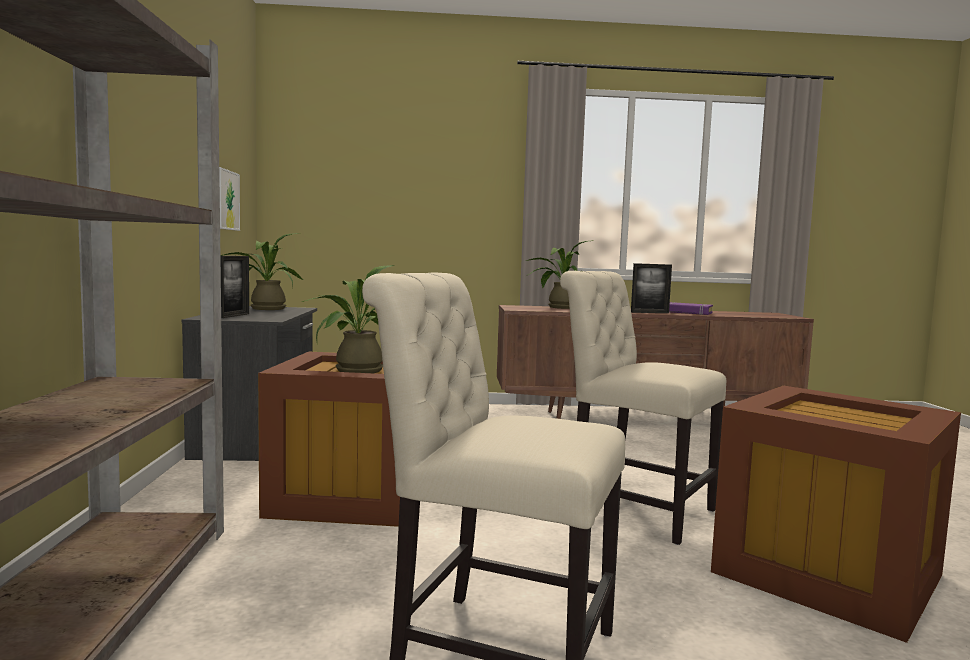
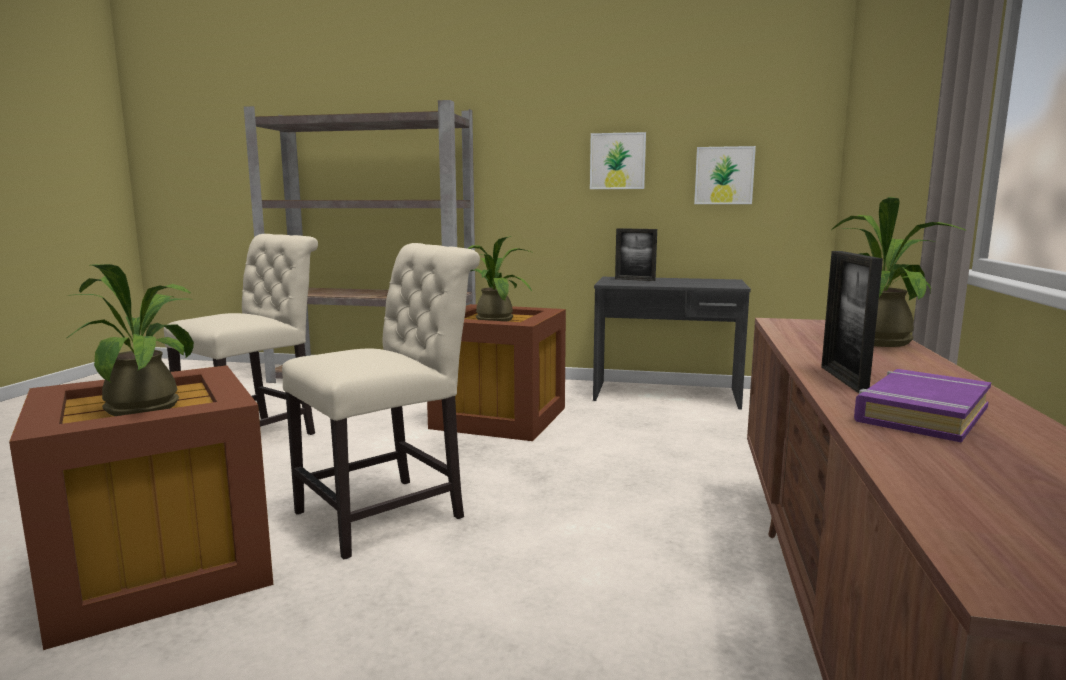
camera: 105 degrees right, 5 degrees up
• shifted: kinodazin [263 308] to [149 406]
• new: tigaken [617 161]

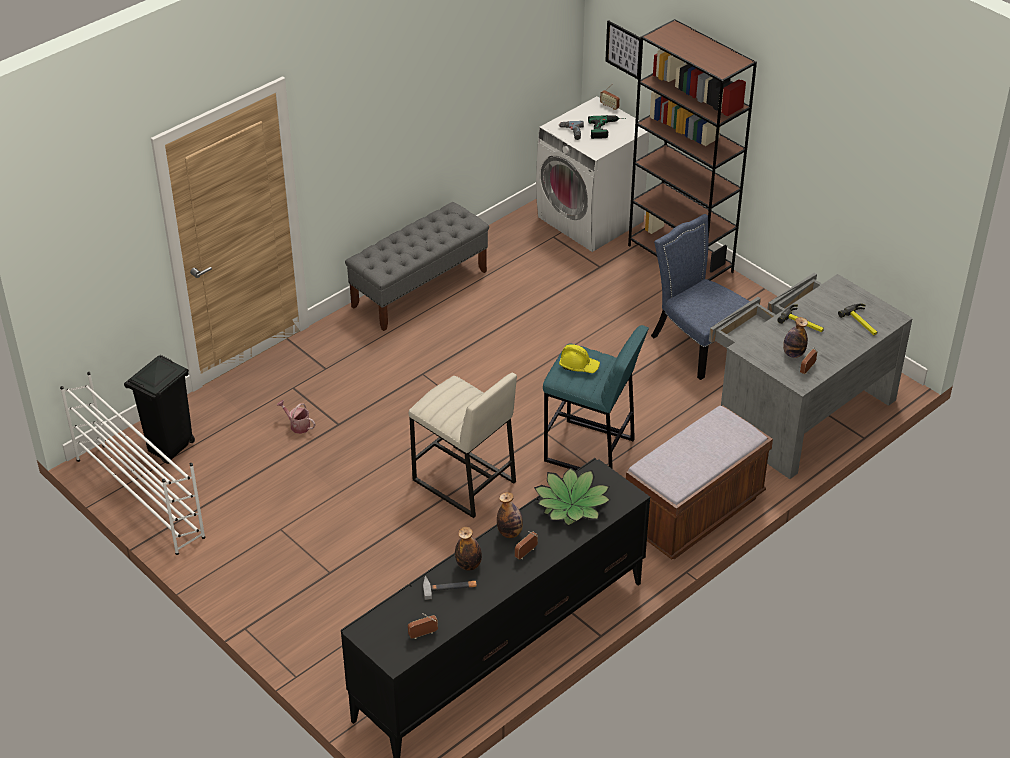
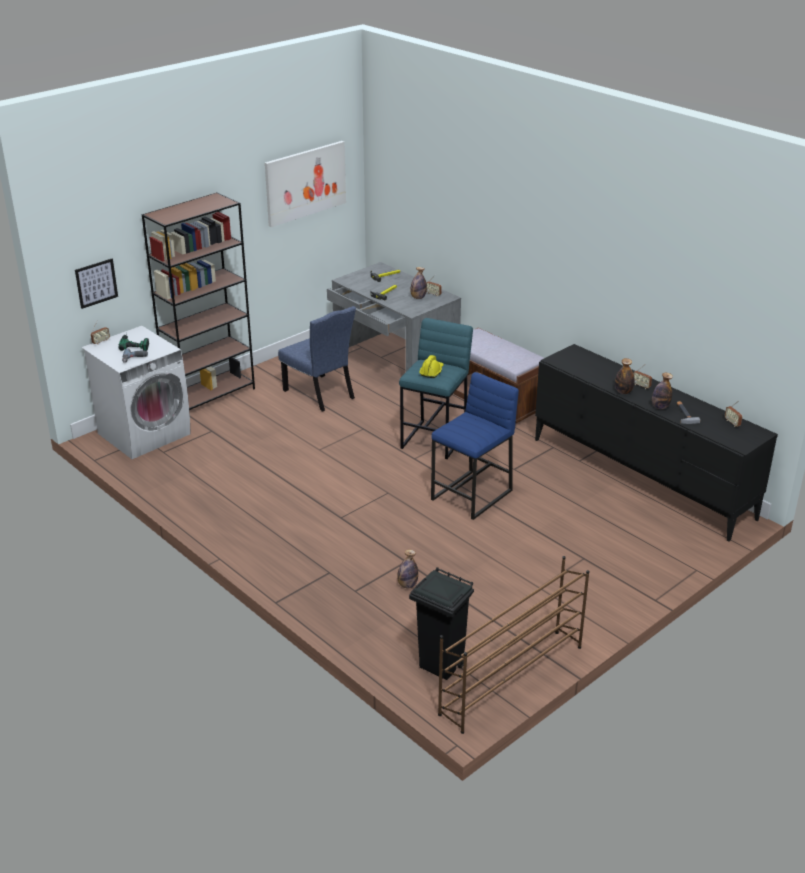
camera: 90 degrees left, 10 degrees down
• new: tigaken [305 183]
• rotated: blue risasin [698 347] = [319 393] 90 degrees counterclockwise
• swapped: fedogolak [297 425] to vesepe [407 585]
• repainted: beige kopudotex [464 481] to blue kopudotex [472 495]
• repainted: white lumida [139 497] to brown lumida [511 680]
• gone: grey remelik [420 288]
• gone: kinodazin [572 505]

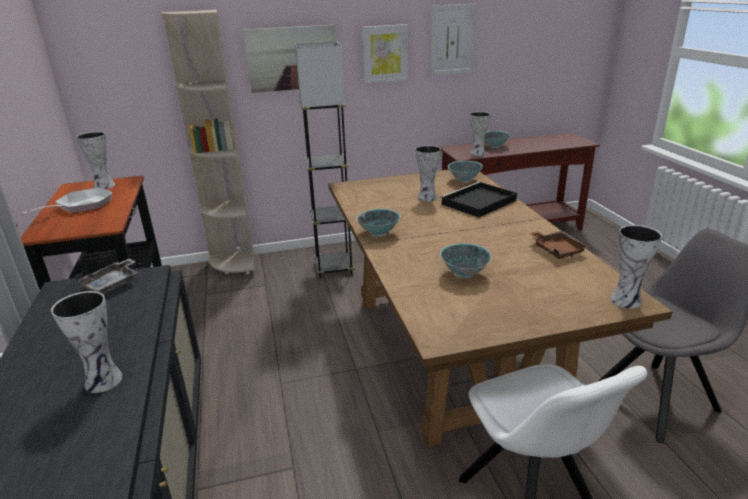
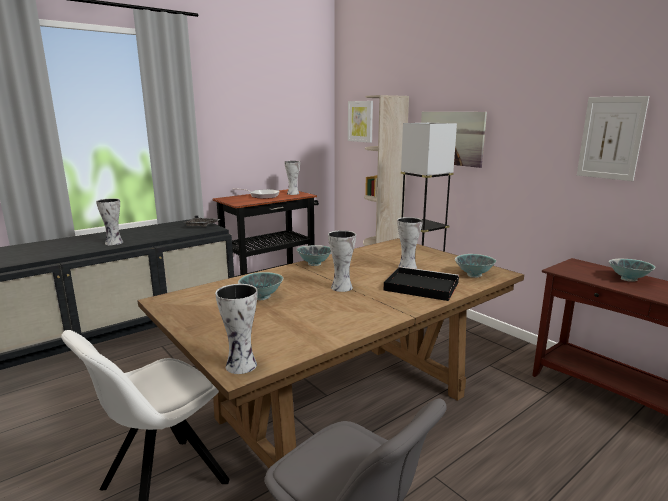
camera: 65 degrees right, 10 degrees down
• shifted: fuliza [477 154] to [340 287]
• shifted: tigaken [384 53] to [360 121]
• gone: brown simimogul [557 250]

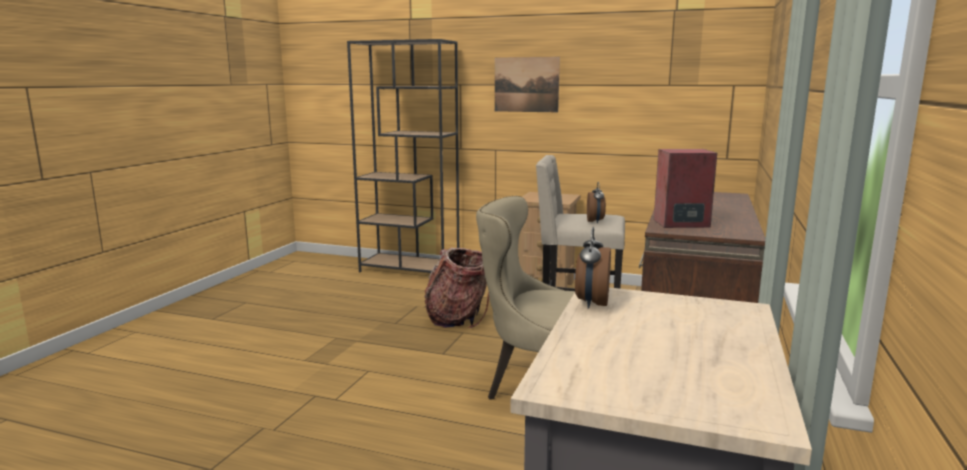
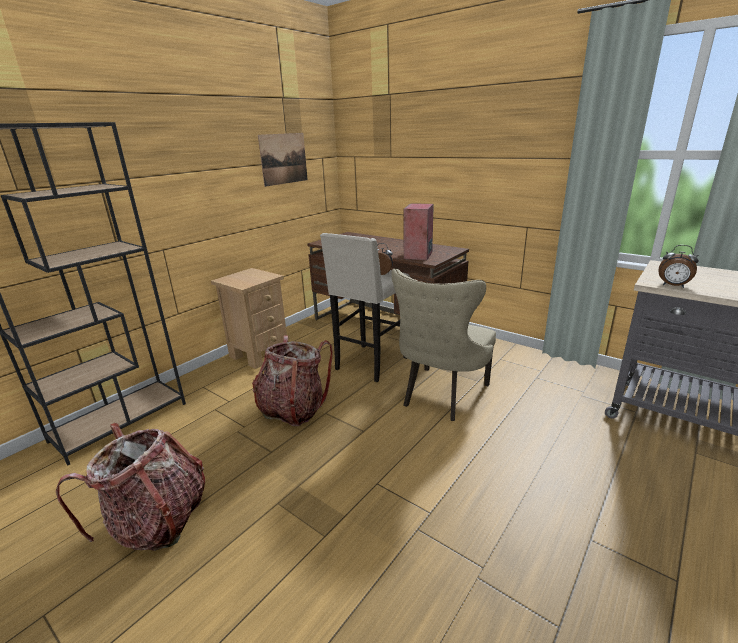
camera: 70 degrees left, 10 degrees up
• new: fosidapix [157 521]
• shifted: tigaken [526 84] to [283 159]

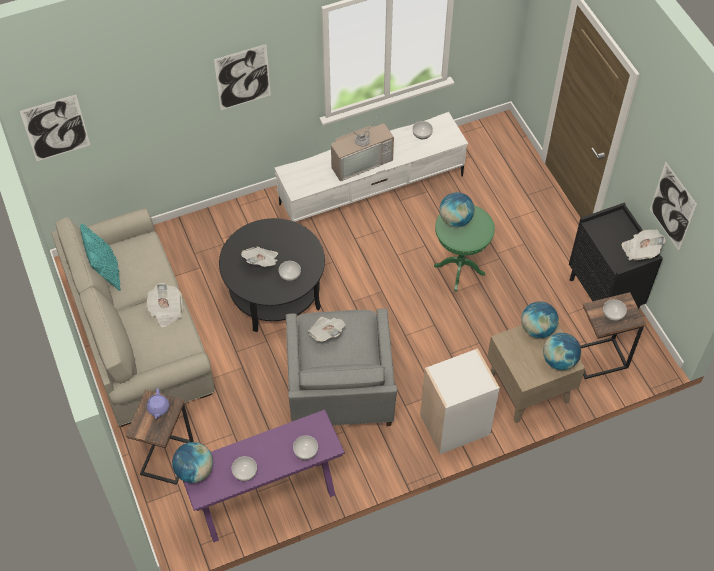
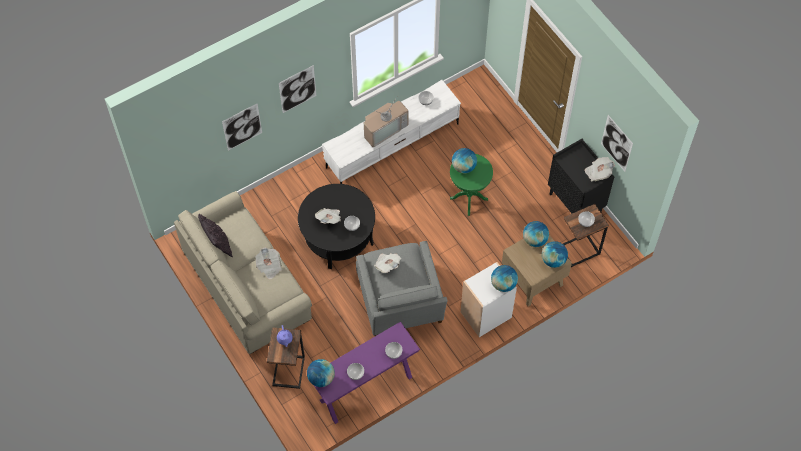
camera: 10 degrees left, 5 degrees up
• repainted: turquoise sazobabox [106 271] to black sazobabox [218 244]
• shifted: tigaken [56 128] to [242 127]
• new: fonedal [503 284]

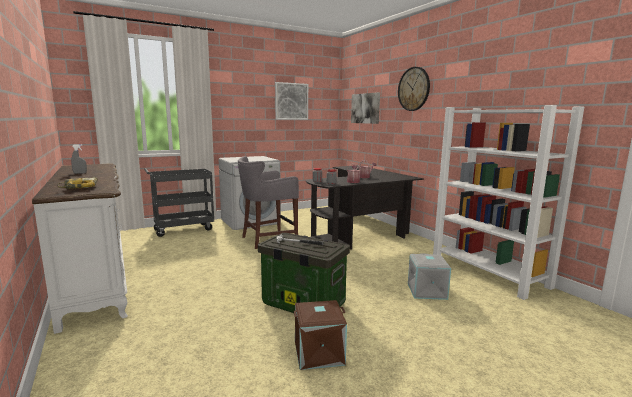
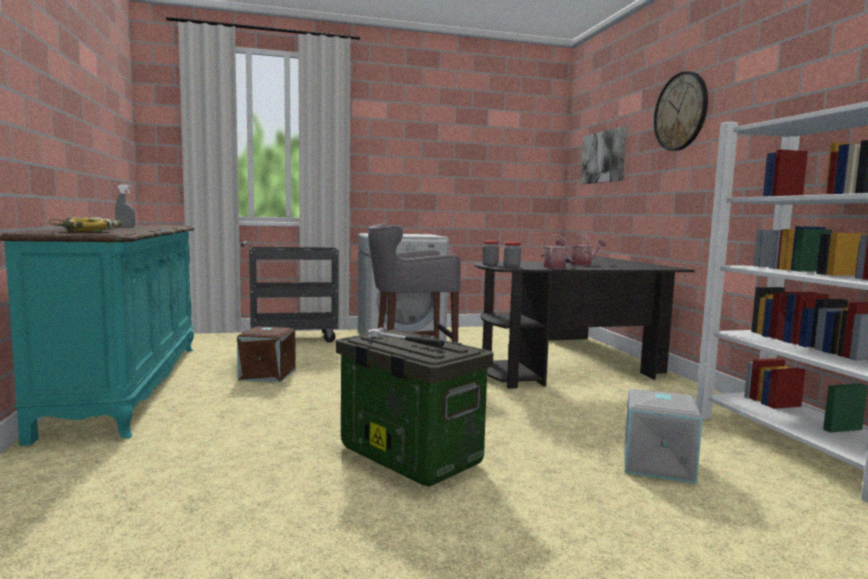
camera: 15 degrees right, 5 degrees down
• repainted: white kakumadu [97 278] to turquoise kakumadu [132 385]
• shifted: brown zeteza [318 354] to [266 375]
• gone: tigaken [291 101]

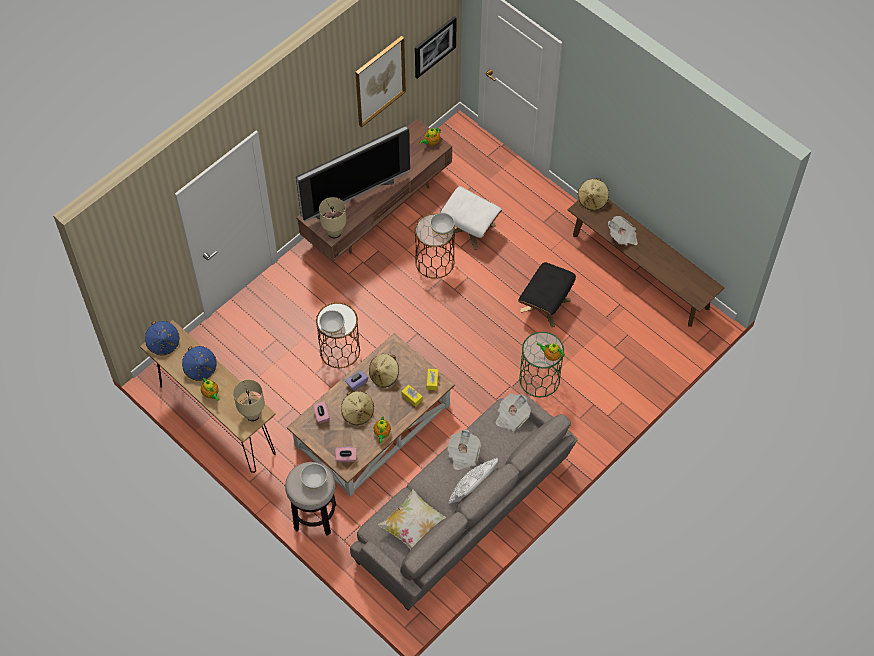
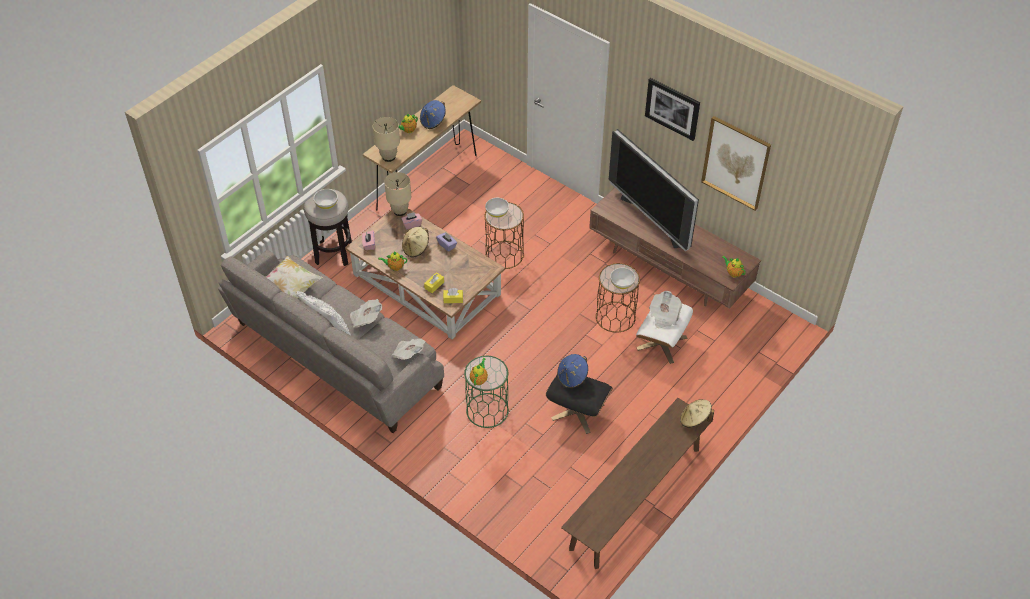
camera: 85 degrees right, 10 degrees down
• shifted: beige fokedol [334 233] to [400 211]
• shifted: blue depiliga [163 343] to [572 377]
• shifted: tigaken [434 46] to [672 108]
• shifted: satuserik [622 236] to [664 316]
• gone: beige depiliga [384 375]

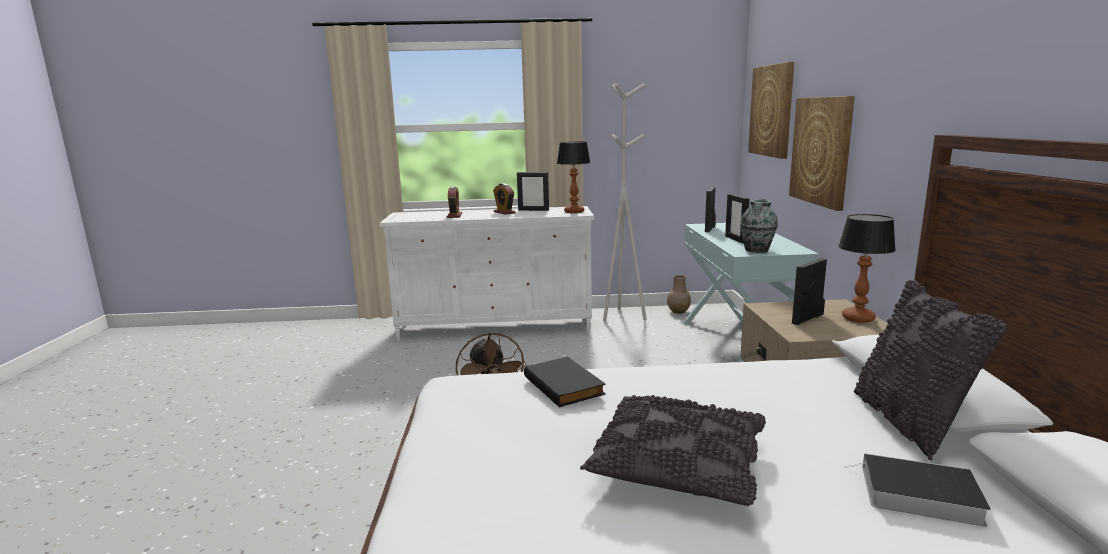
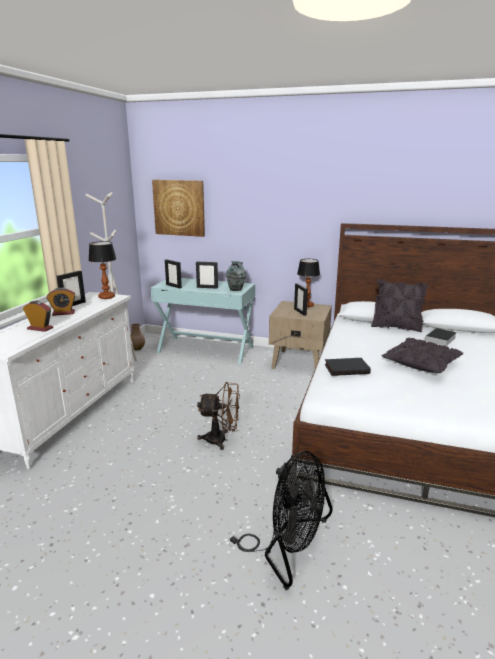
camera: 70 degrees left, 5 degrees up
• new: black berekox [287 546]
• gone: tigaken [821 150]

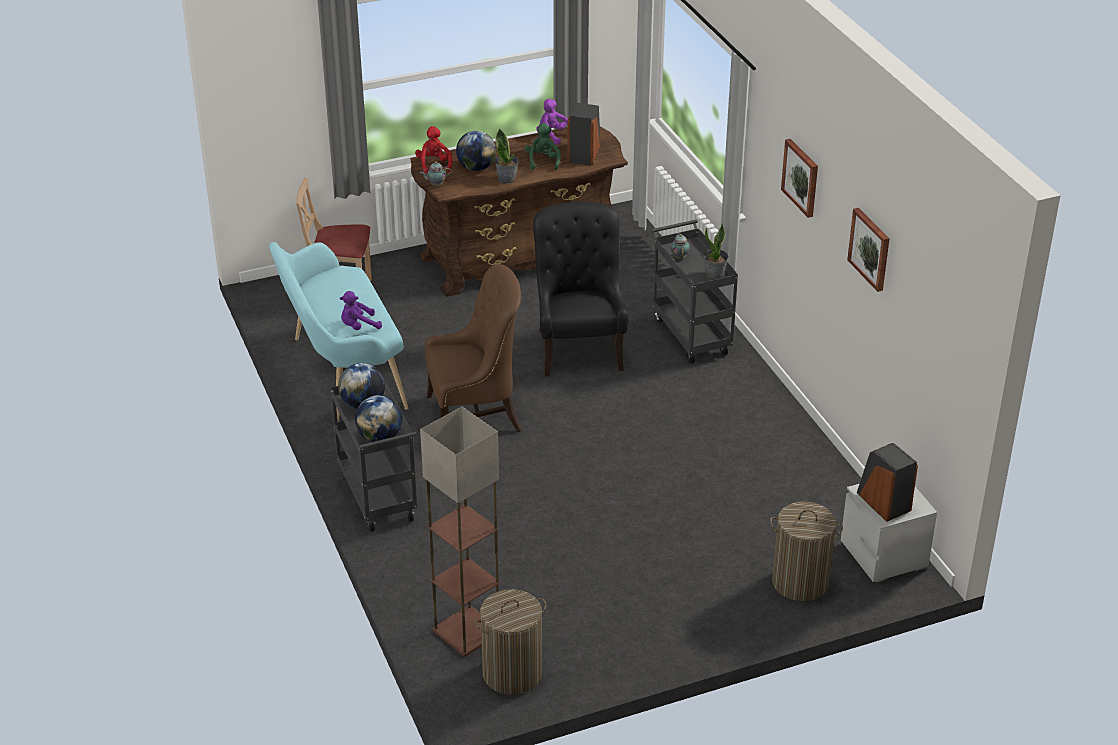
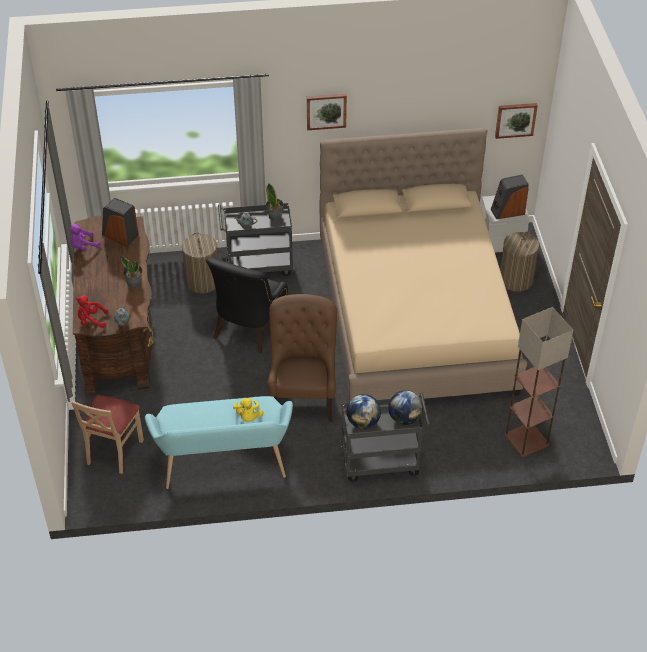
camera: 75 degrees left, 10 degrees up
• shifted: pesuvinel [512 673] to [202 281]
• rotated: black risasin [578 349] = [249 327] 75 degrees counterclockwise
• repainted: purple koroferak [359 326] to yellow koroferak [248 417]
• new: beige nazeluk [415 314]
• shifted: tigaken [870 249] to [515 119]
• gone: fonedal [476 168]
• gone: green koroferak [543 161]

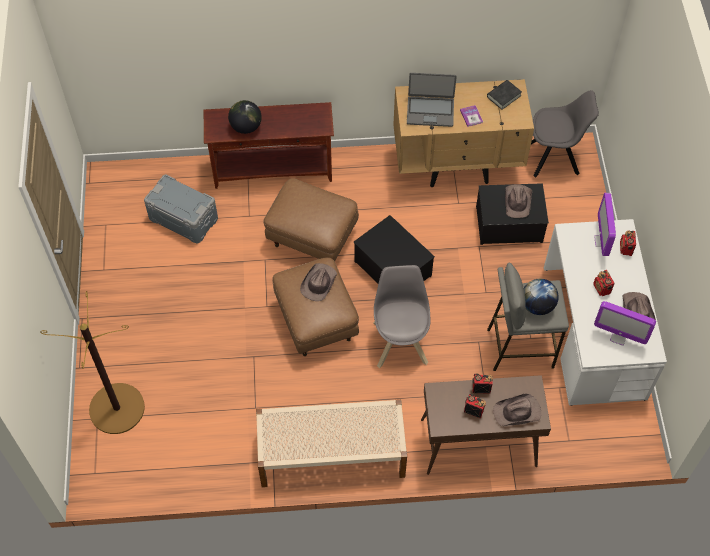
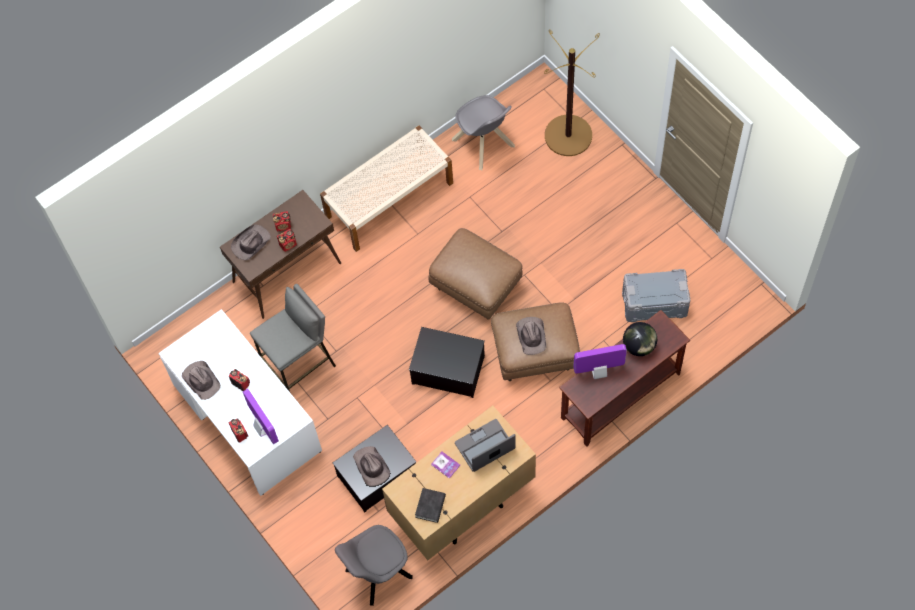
camera: 150 degrees right, 5 degrees up
• shifted: grey risasin [400 340] to [484 144]
• shifted: brown depiliga [318 283] to [532 335]
• shifted: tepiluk [618 337] to [598 372]
• gone: fonedal [537 306]

